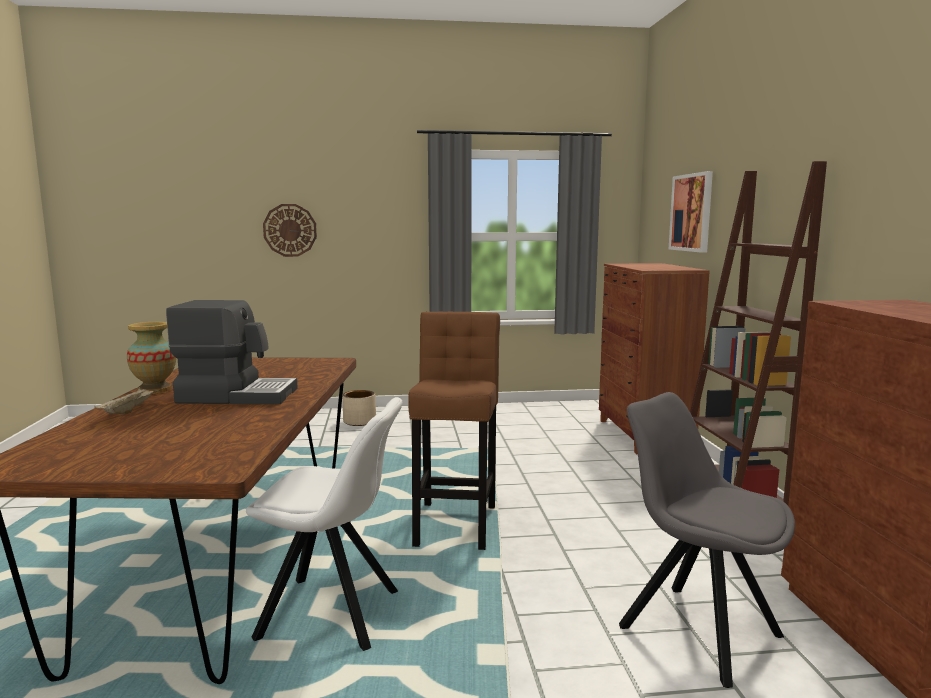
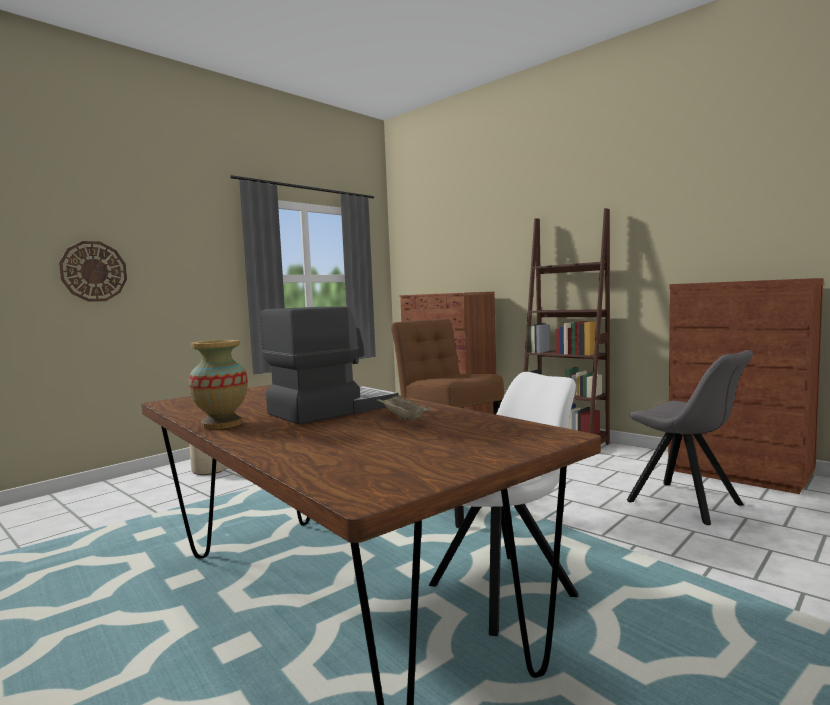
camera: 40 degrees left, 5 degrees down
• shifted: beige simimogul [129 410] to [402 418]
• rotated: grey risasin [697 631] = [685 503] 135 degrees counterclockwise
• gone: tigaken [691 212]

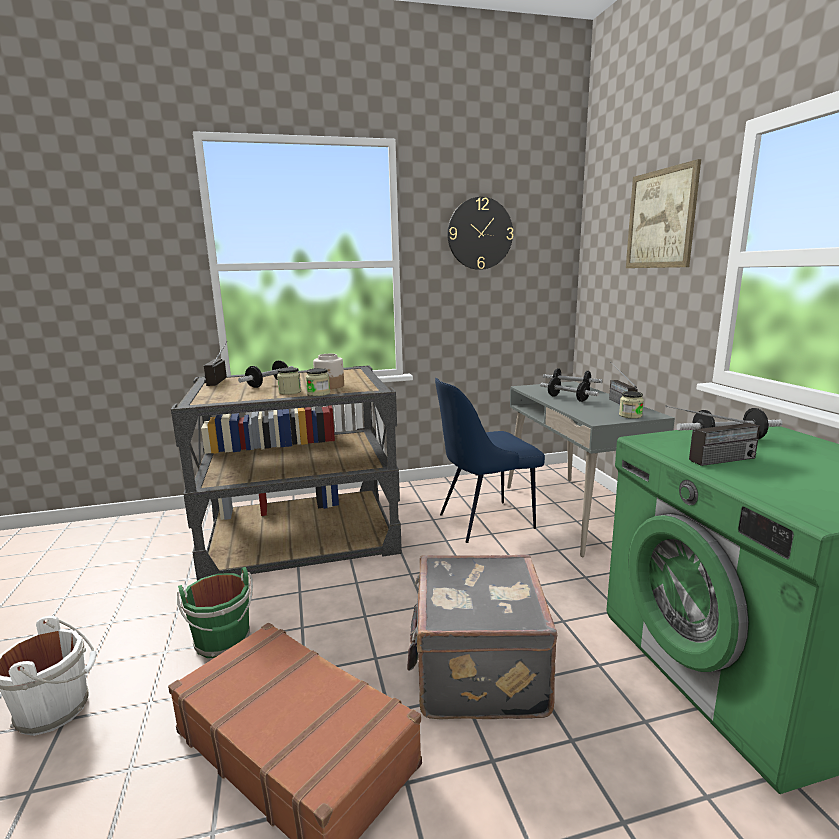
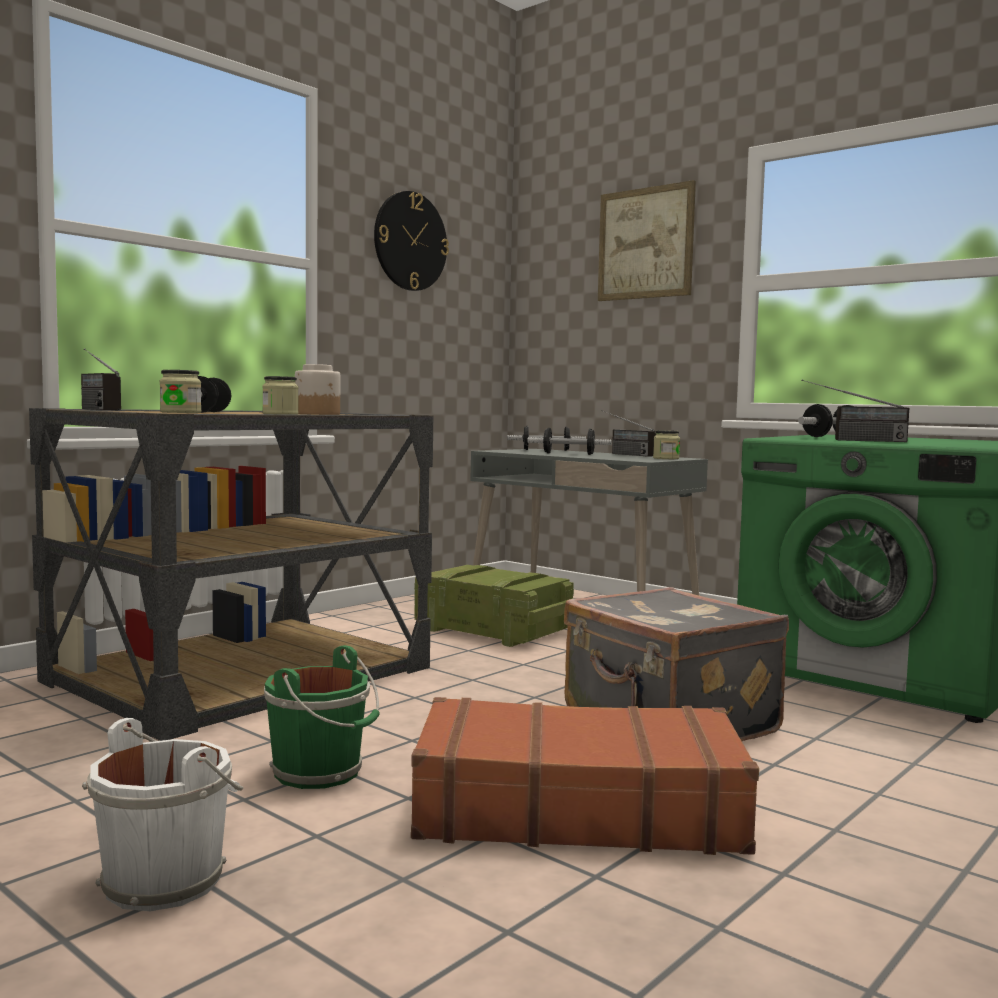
camera: 35 degrees left, 10 degrees down
• shifted: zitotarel [318 393] to [180 412]
• swapped: blue risasin [485 521] to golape [490 630]
• rotated: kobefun [708 462] = [852 440] 60 degrees clockwise

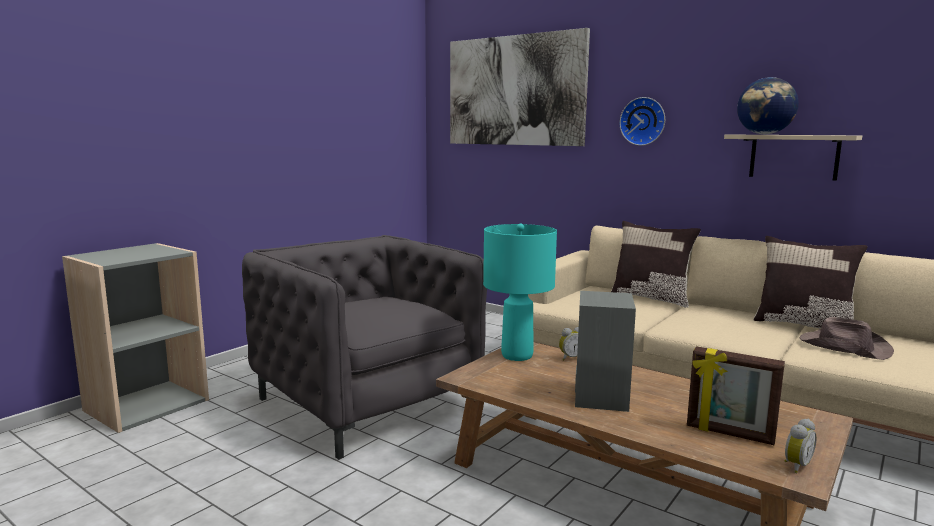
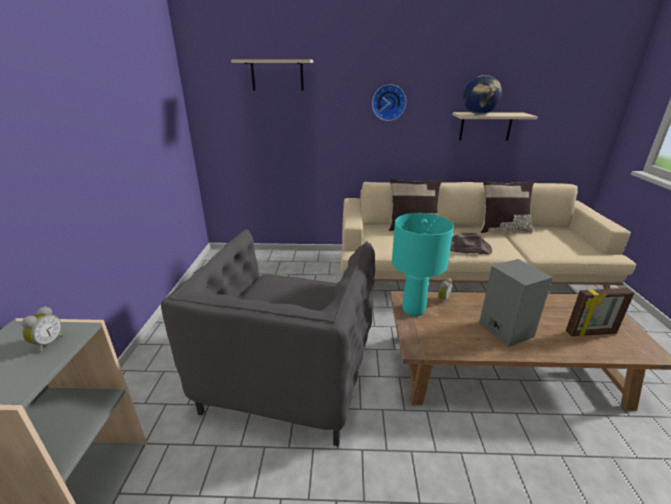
camera: 35 degrees left, 15 degrees up
• shifted: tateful [795 465] to [47 343]
• rotated: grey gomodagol [367 402] = [289 375] 90 degrees counterclockwise
• swapped: tigaken [515 91] to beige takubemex [277 75]
• shifted: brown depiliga [843 346] to [466 248]

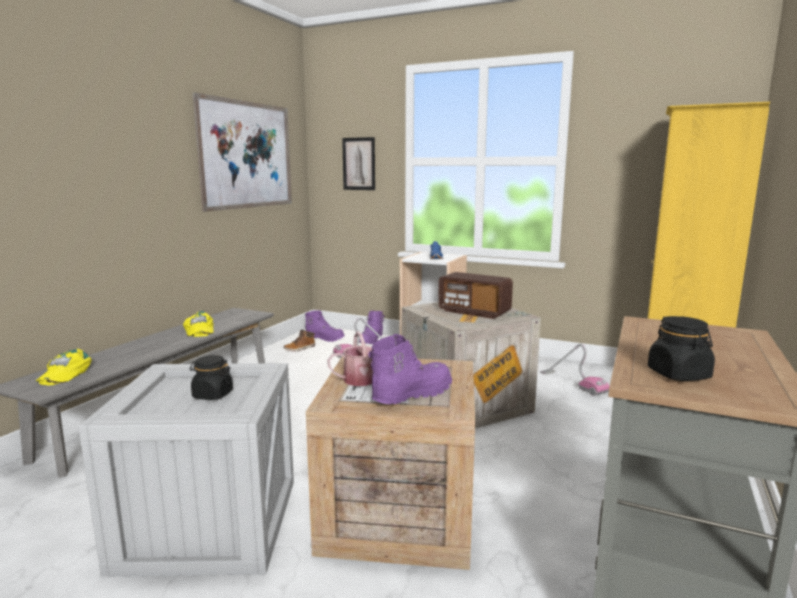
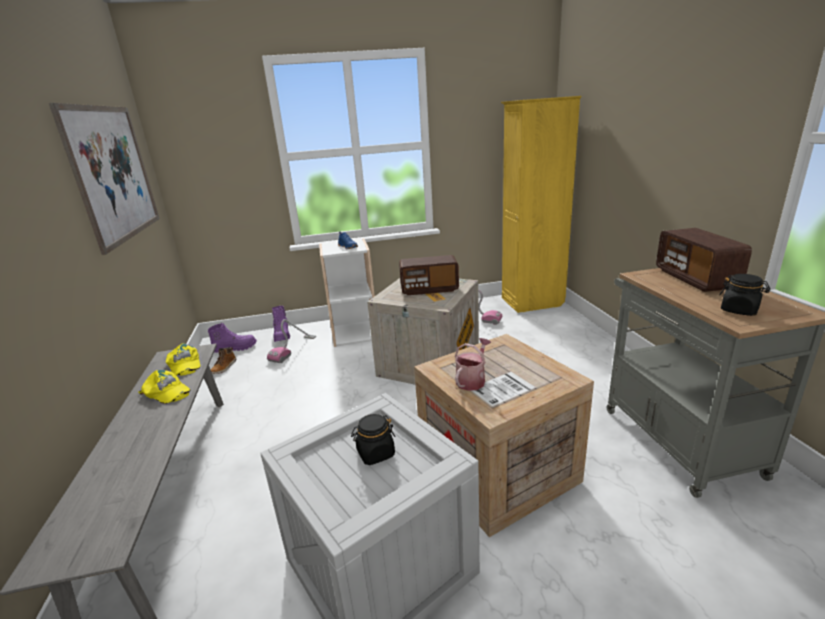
camera: 35 degrees left, 10 degrees up
• shifted: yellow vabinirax [65 374] to [184 364]
• new: kobefun [695 279]
• gone: tigaken [359 164]
• gone: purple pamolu [411 394]

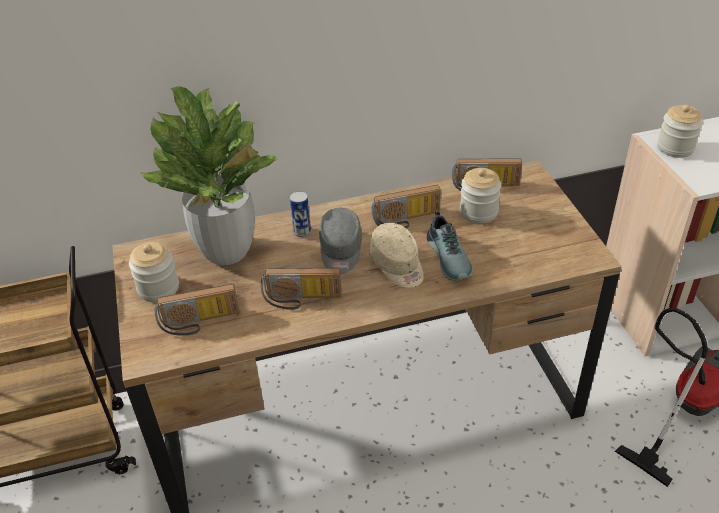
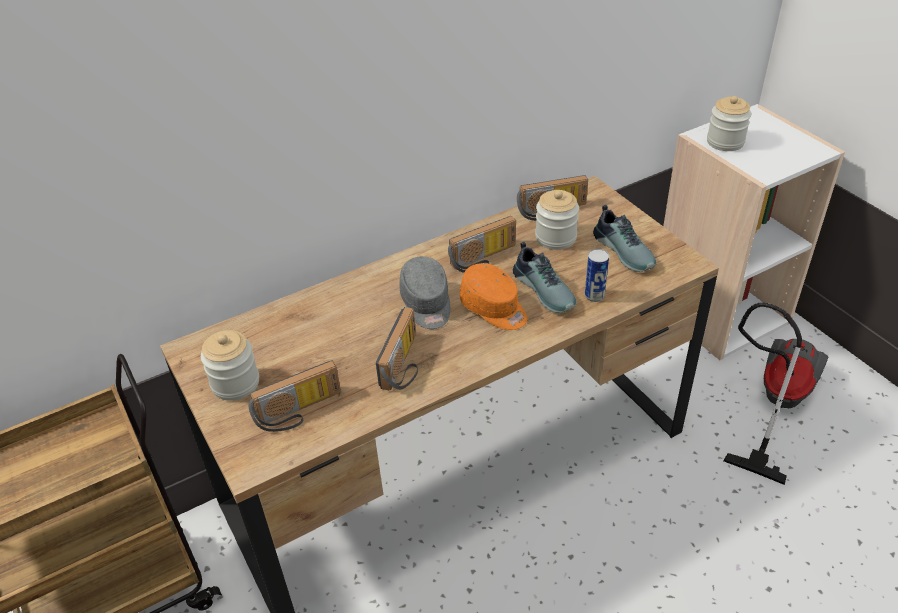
camera: 15 degrees left, 0 degrees up
• rotated: kobefun [301 300] = [405 364] 60 degrees counterclockwise
• repainted: beige vabinirax [397 266] to orange vabinirax [494 309]
• shifted: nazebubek [302 232] to [594 296]
• new: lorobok [625 250]
• gone: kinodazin [227 251]

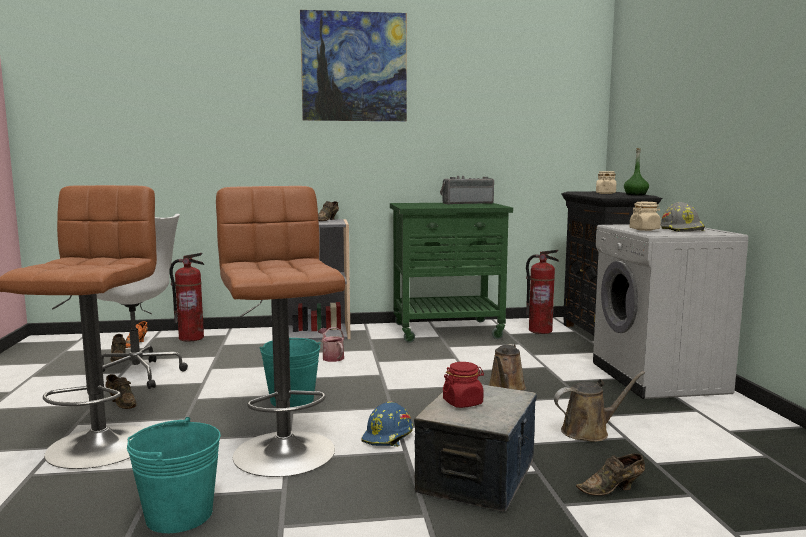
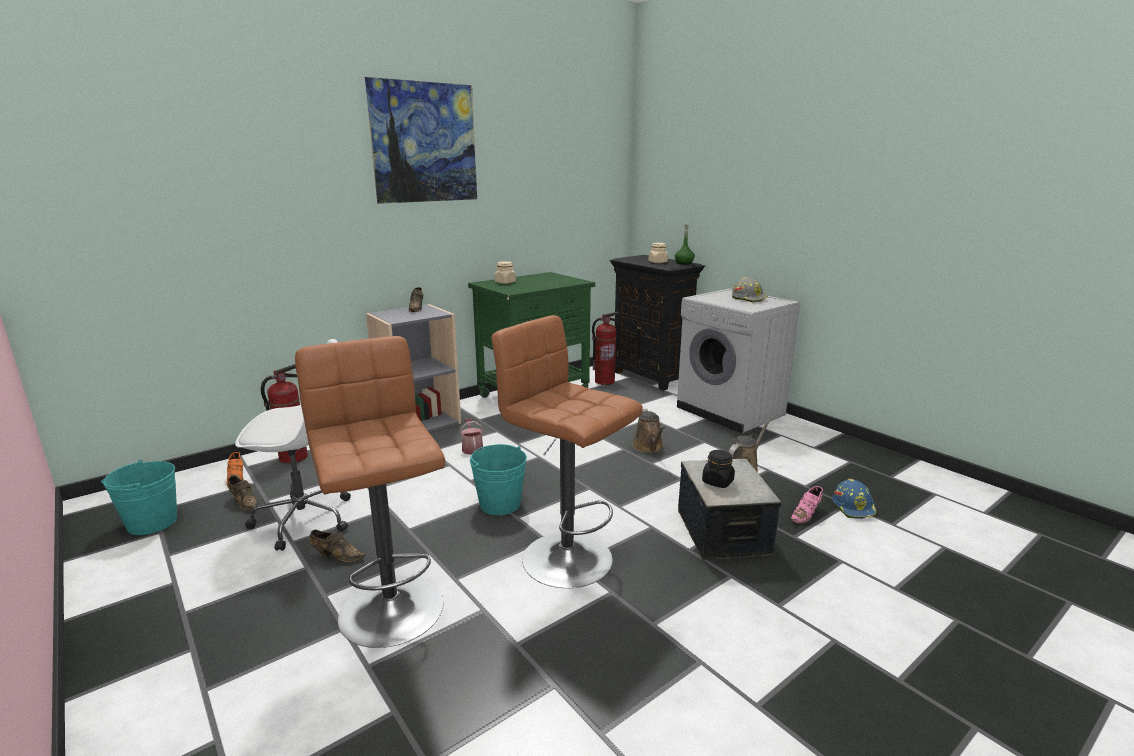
camera: 30 degrees left, 10 degrees up
• shifted: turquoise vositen [179 515] to [152 523]
• rotated: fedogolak [331 357] = [472 448] 45 degrees clockwise
• shifted: beige zitotarel [644 229] to [505 282]
• repainted: red zitotarel [463 402] to black zitotarel [717 481]
• repainted: brown lorobok [612 489] to pink lorobok [806 515]
• shifted: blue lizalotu [388 437] to [854 507]
• gone: kobefun [467 203]

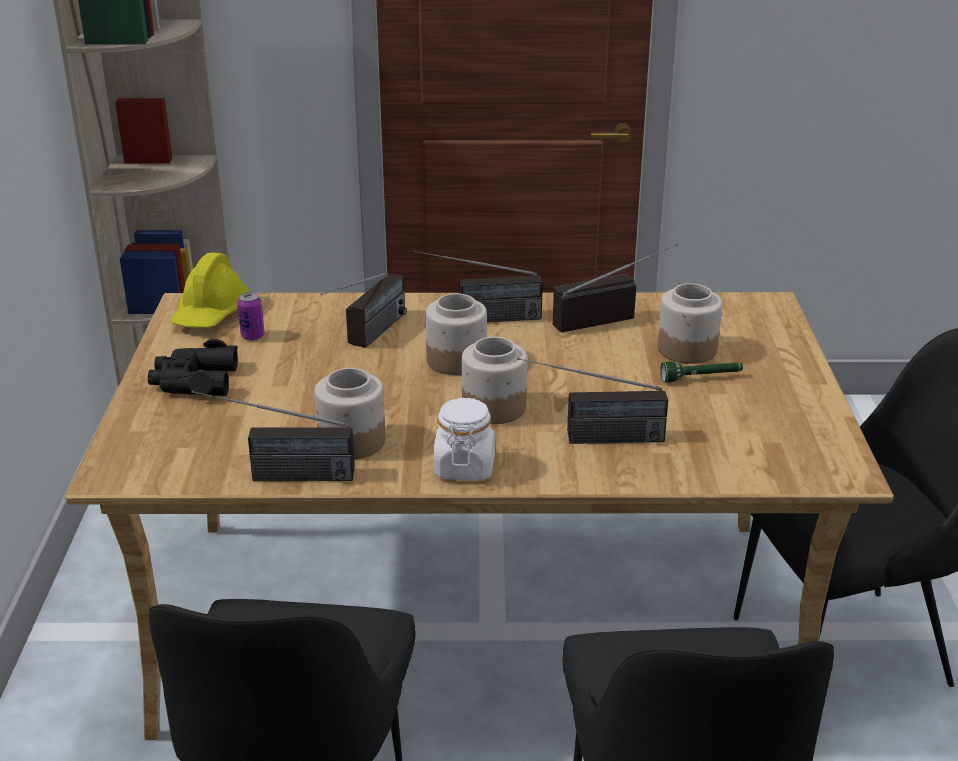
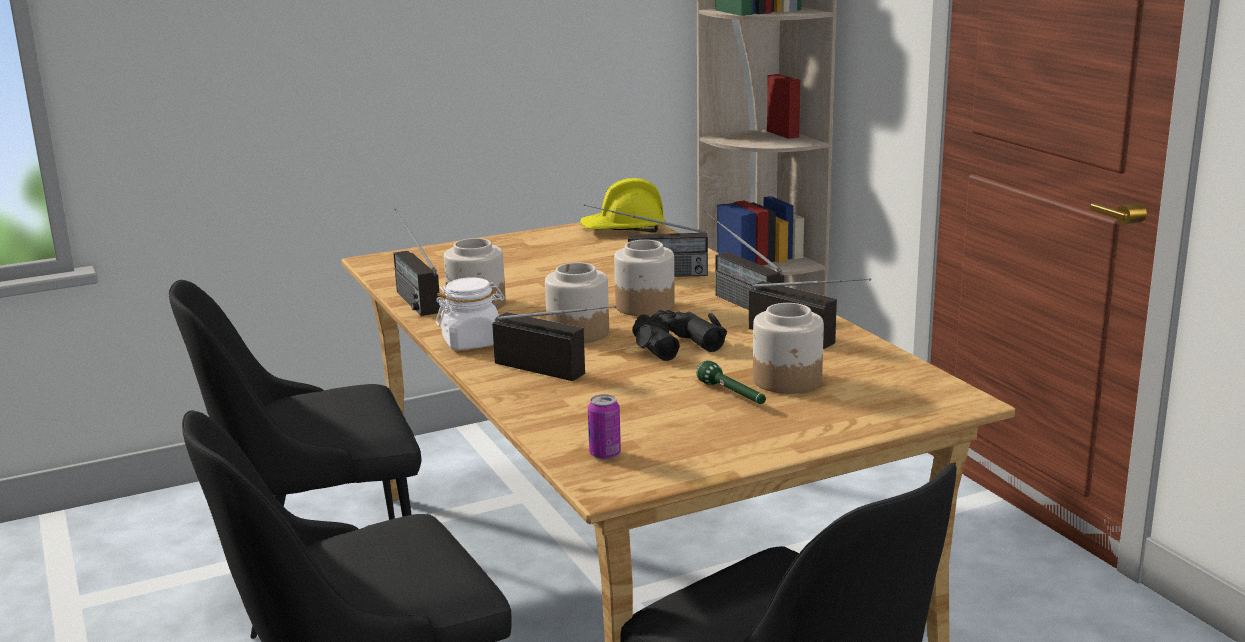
camera: 65 degrees right, 10 degrees down
• rotated: kobefun [590 438] = [562 373] 150 degrees clockwise
• shifted: nazebubek [252 336] to [605 454]
• shifted: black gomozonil [194 381] to [673 343]

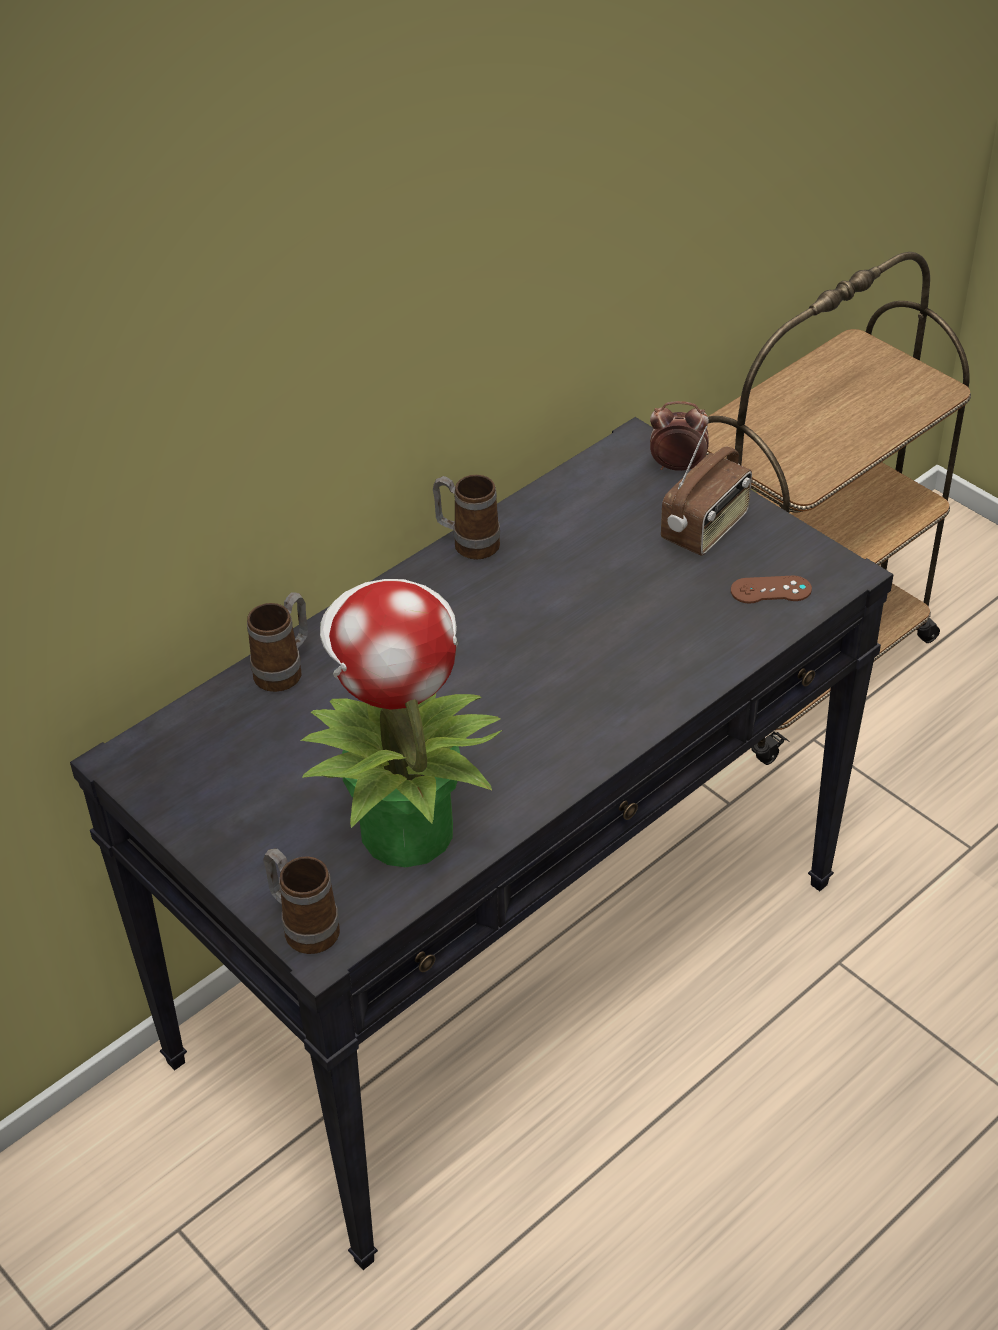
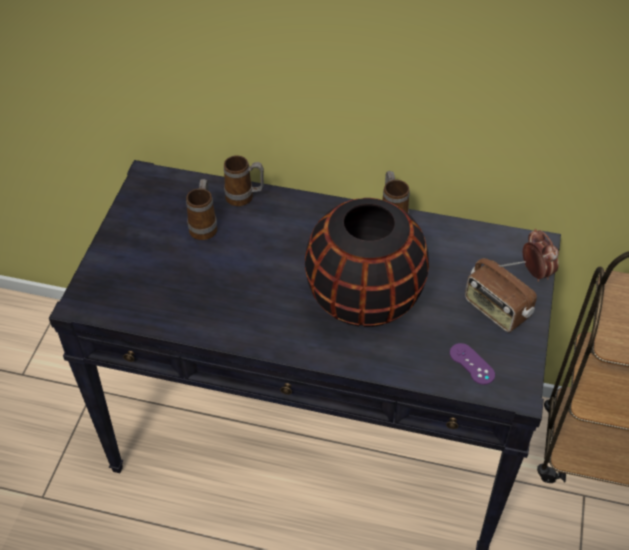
camera: 55 degrees right, 5 degrees up
• shifted: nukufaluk [304 926] to [204 226]
• new: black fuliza [364 299]
• repainted: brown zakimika [771 590] to purple zakimika [472 364]
• rotated: kobefun [706 529] = [496 310] 45 degrees clockwise
• gone: kinodazin [405 829]

